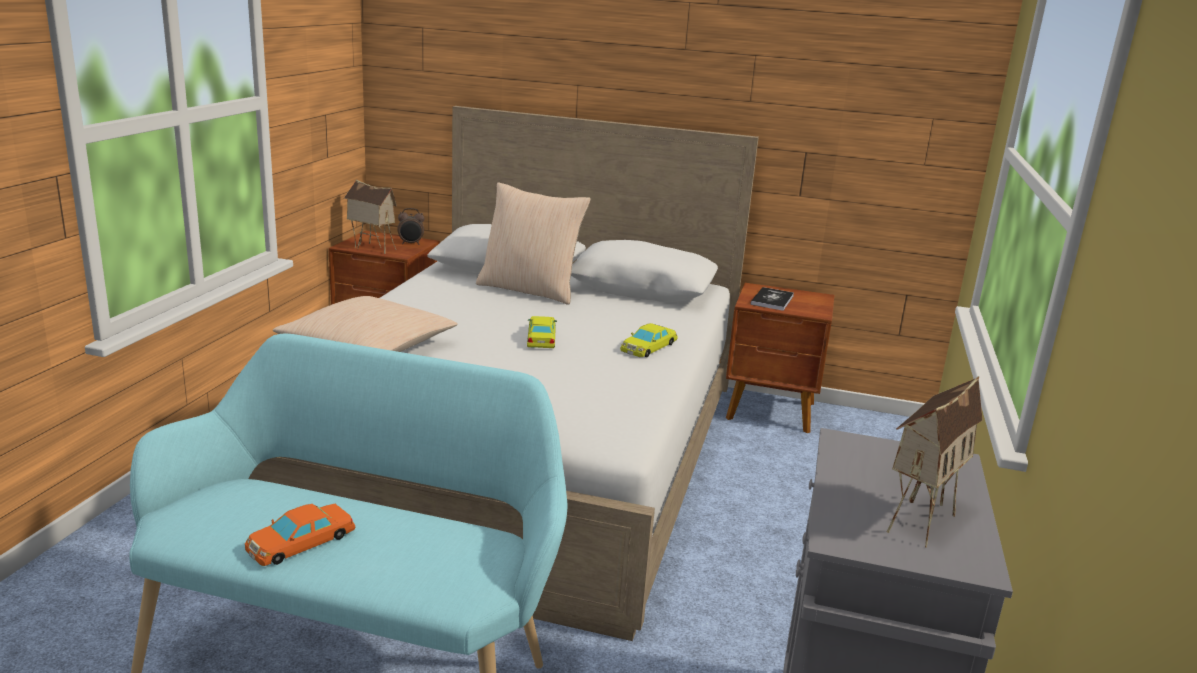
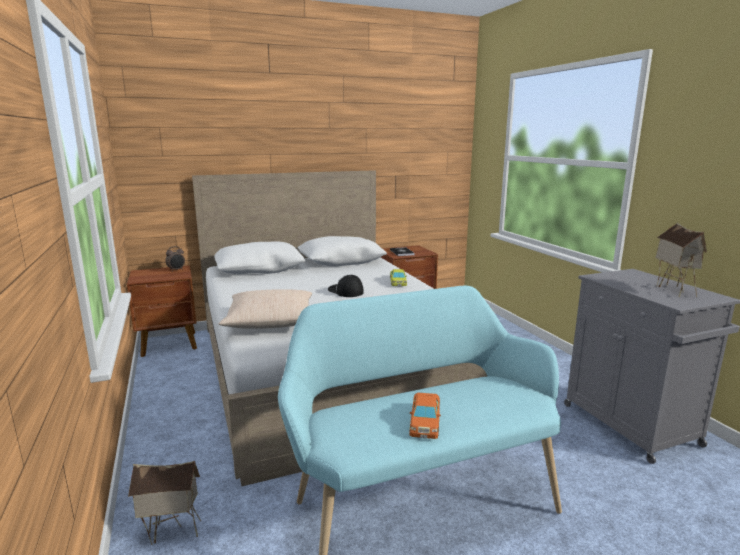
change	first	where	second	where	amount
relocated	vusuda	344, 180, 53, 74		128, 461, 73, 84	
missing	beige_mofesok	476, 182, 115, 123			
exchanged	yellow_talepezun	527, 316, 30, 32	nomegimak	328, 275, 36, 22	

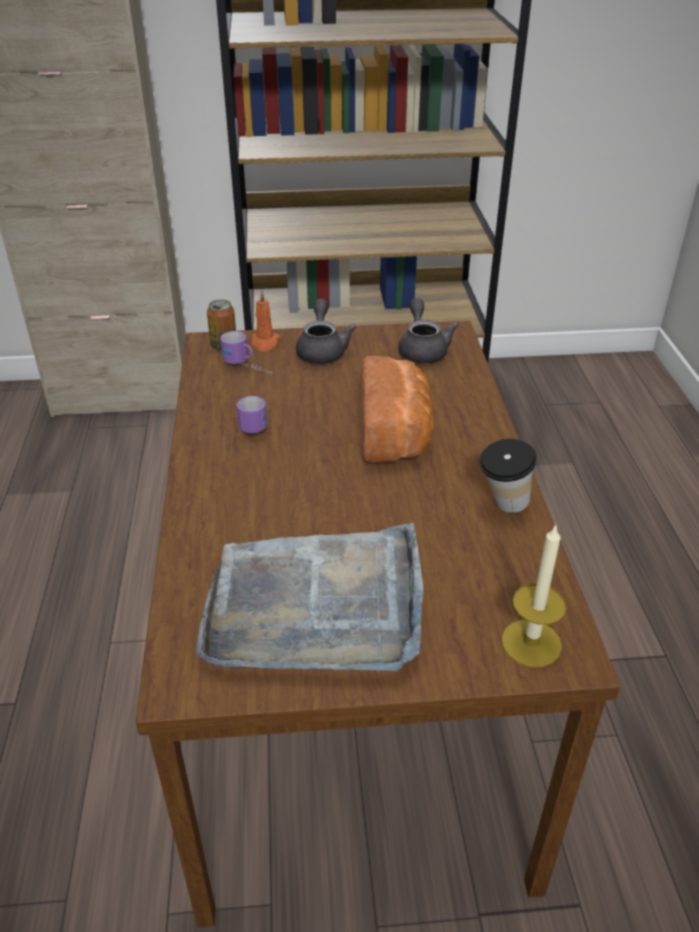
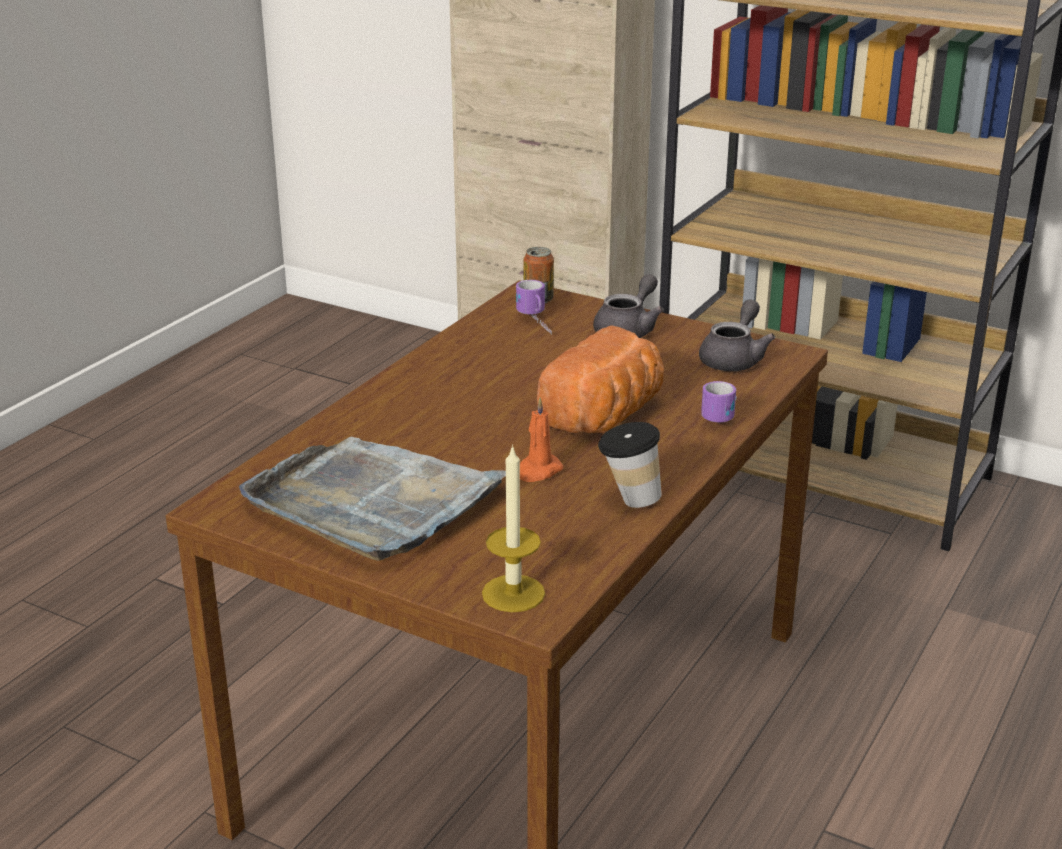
change	first	where	second	where	amount
relocated	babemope	237, 396, 30, 37		701, 381, 36, 42	
relocated	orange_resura	251, 290, 29, 62		520, 398, 43, 84	

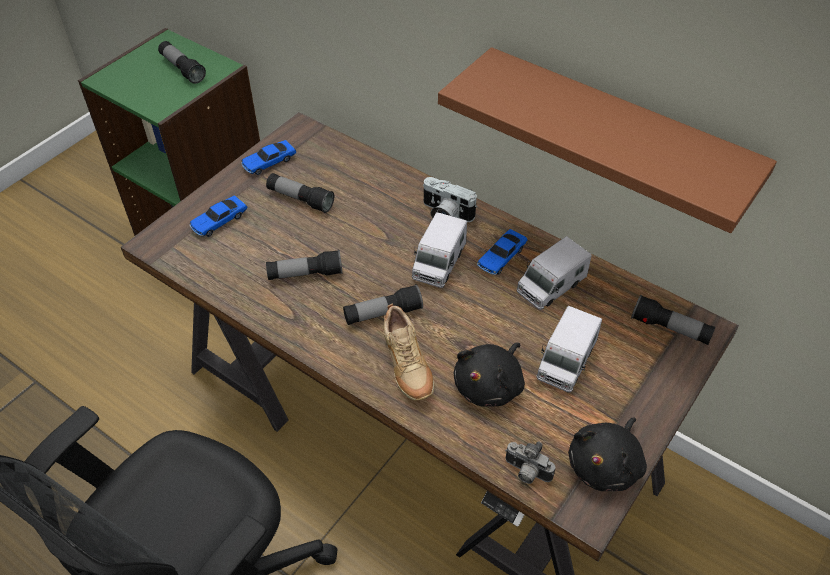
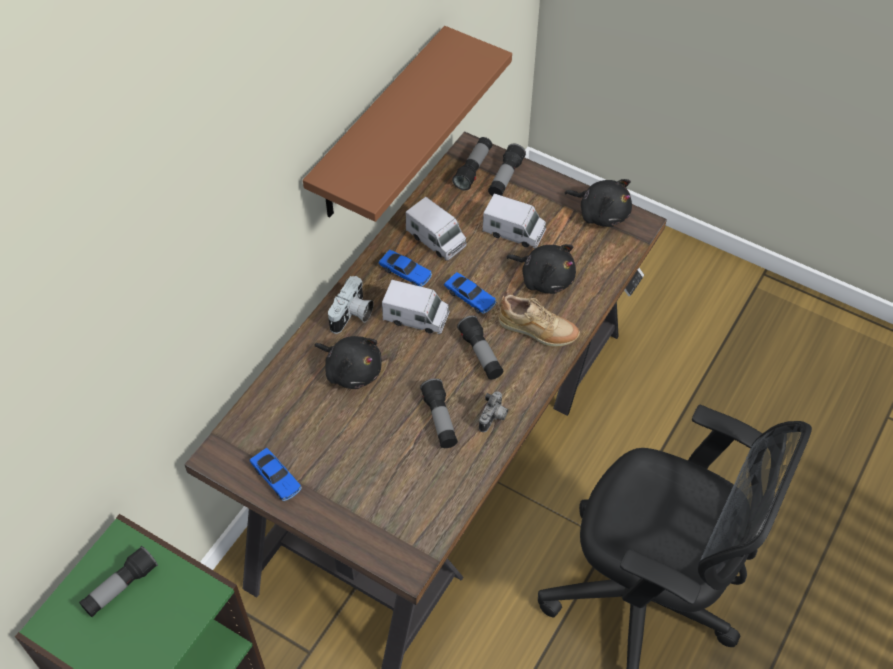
change	first	where	second	where	amount
relocated	talepezun	190, 196, 57, 41		444, 272, 52, 42	
relocated	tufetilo	266, 173, 68, 40		488, 144, 38, 52	
spun	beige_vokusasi	383, 303, 51, 98		499, 294, 81, 53	45 degrees clockwise
relocated	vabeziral	505, 441, 50, 43		479, 391, 29, 41	
appeared			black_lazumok	314, 336, 68, 53	

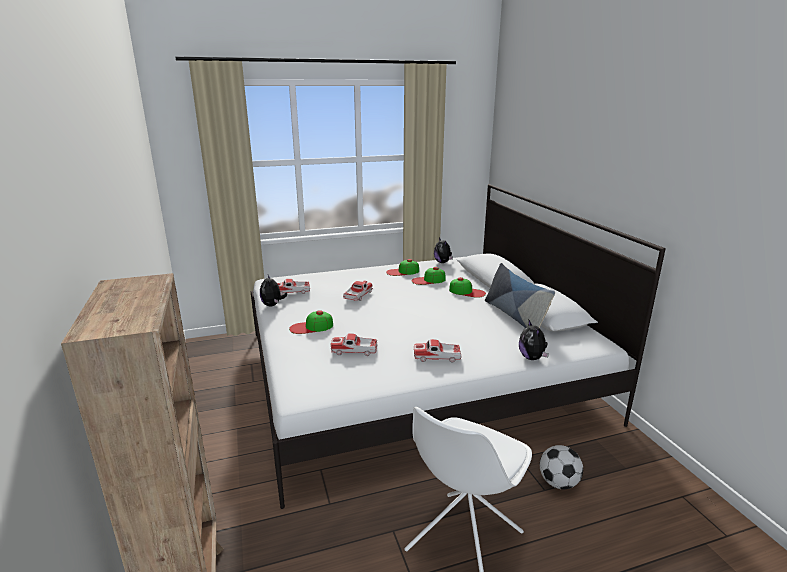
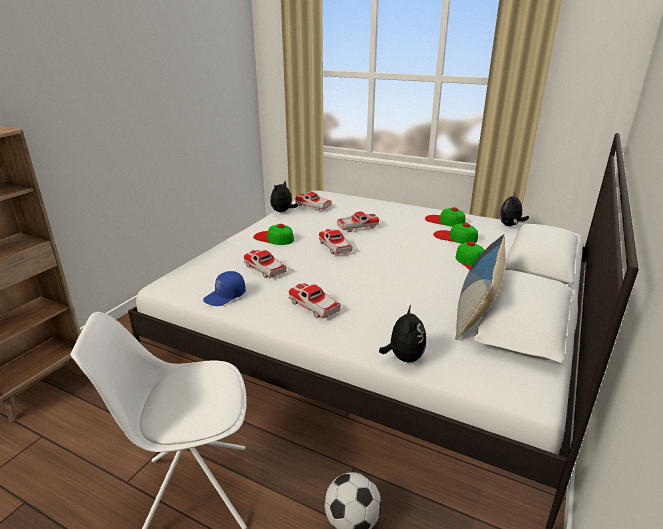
change	first	where	second	where	amount
spun	lazumok	519, 320, 30, 40		379, 305, 47, 58	150 degrees clockwise
appeared			blue_nomegimak	203, 271, 43, 35	
appeared			talepezun	318, 229, 35, 26	

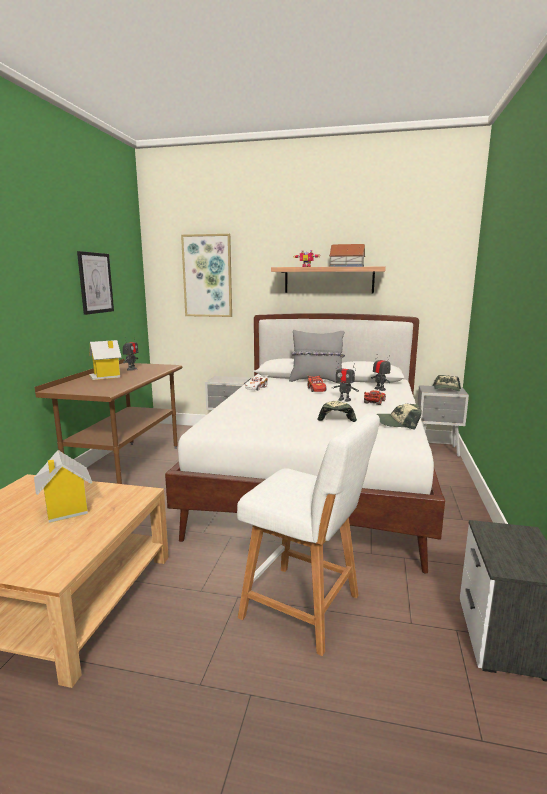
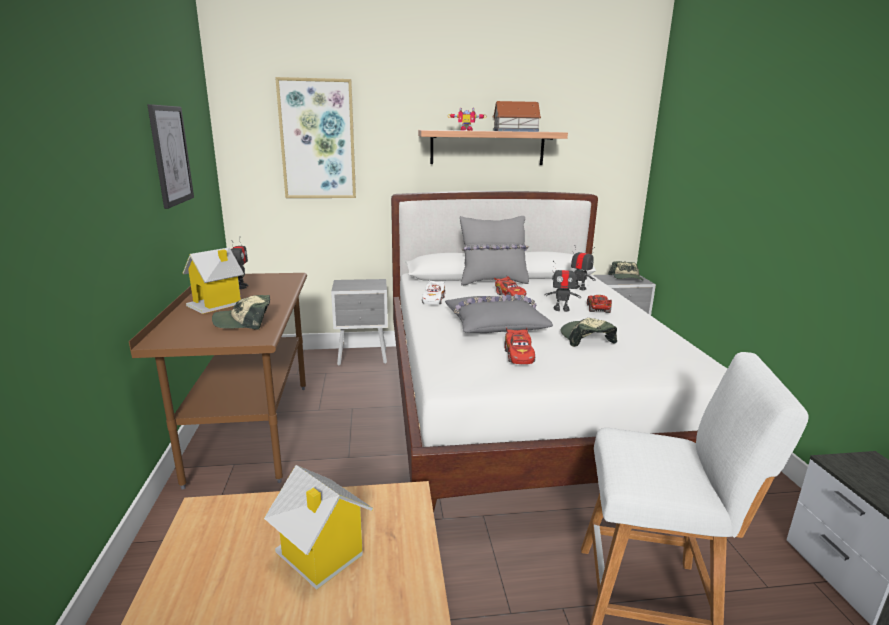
change	first	where	second	where	amount
relocated	nomegimak	377, 404, 45, 26		212, 295, 58, 35	
appeared			grey_mofesok	445, 294, 108, 39	
appeared			red_talepezun	504, 327, 31, 37	

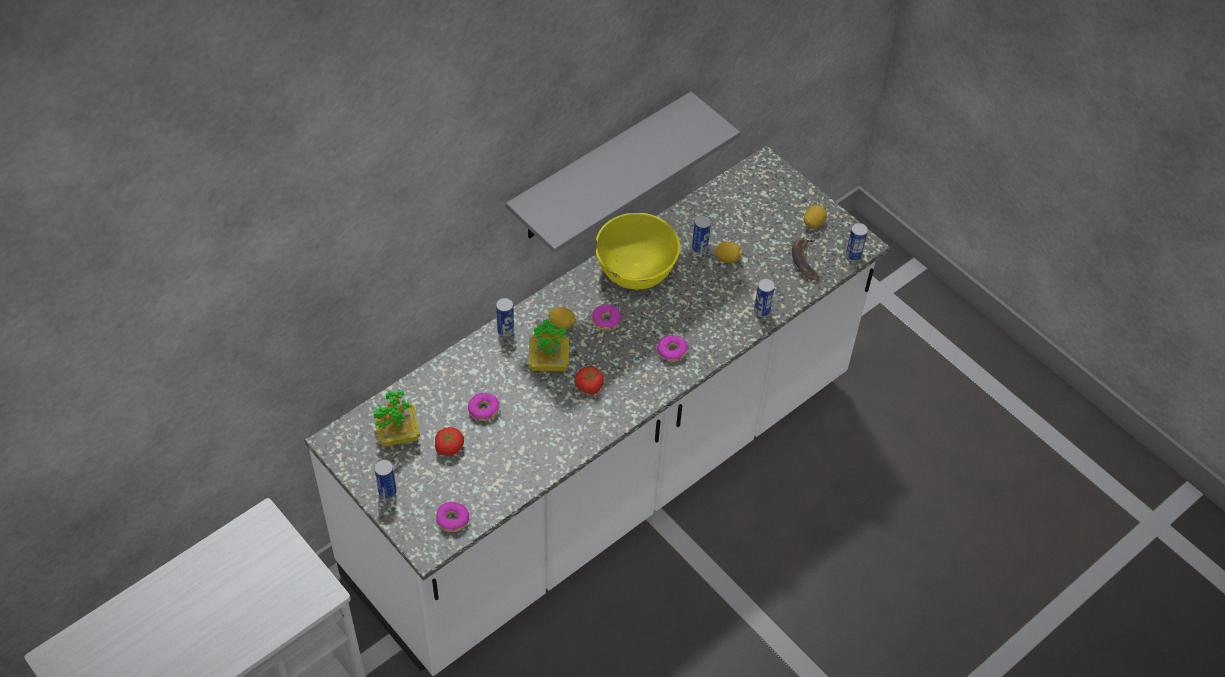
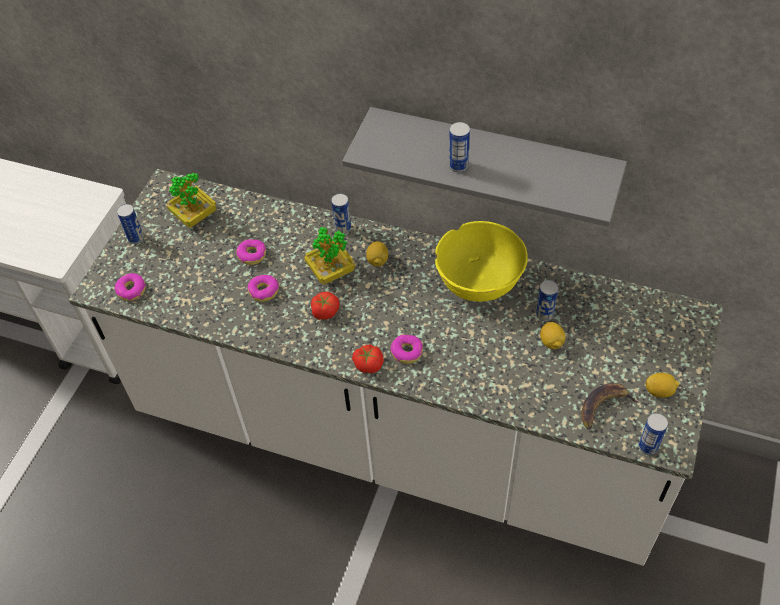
change	first	where	second	where	amount
relocated	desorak	435, 427, 29, 29		352, 344, 32, 29	
relocated	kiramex	592, 304, 29, 27		248, 275, 31, 27	
relocated	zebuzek	754, 278, 21, 40		449, 122, 21, 50	

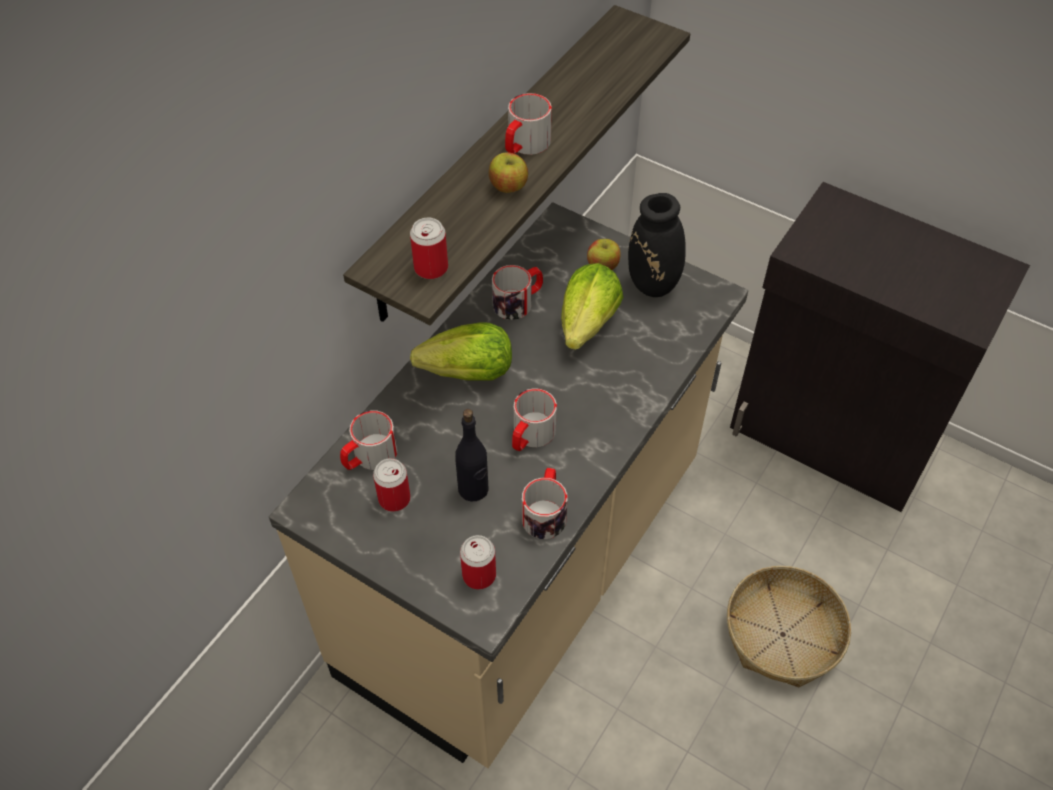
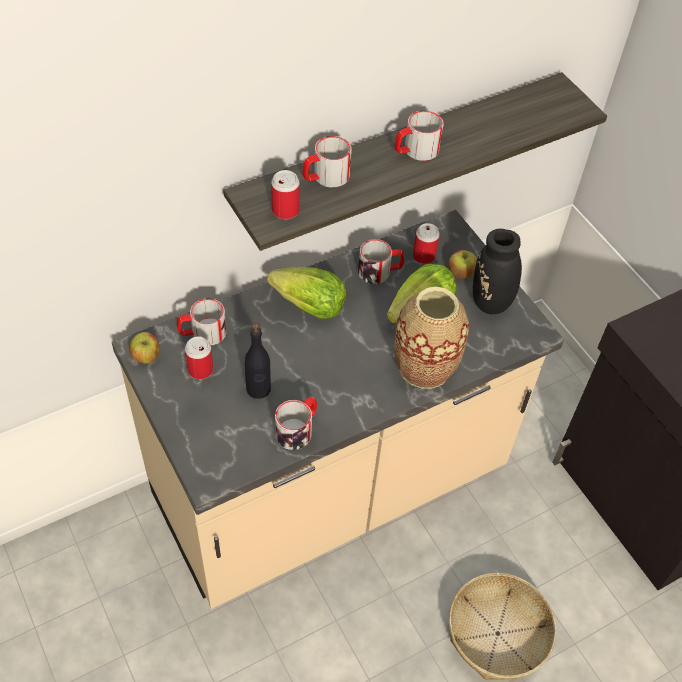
change	first	where	second	where	amount
relocated	zebuzek	460, 535, 36, 54		413, 223, 27, 41	
relocated	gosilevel	489, 152, 39, 41		129, 332, 31, 32	
relocated	babemope	512, 388, 45, 63		303, 136, 49, 51	
appeared			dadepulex	394, 286, 75, 103	

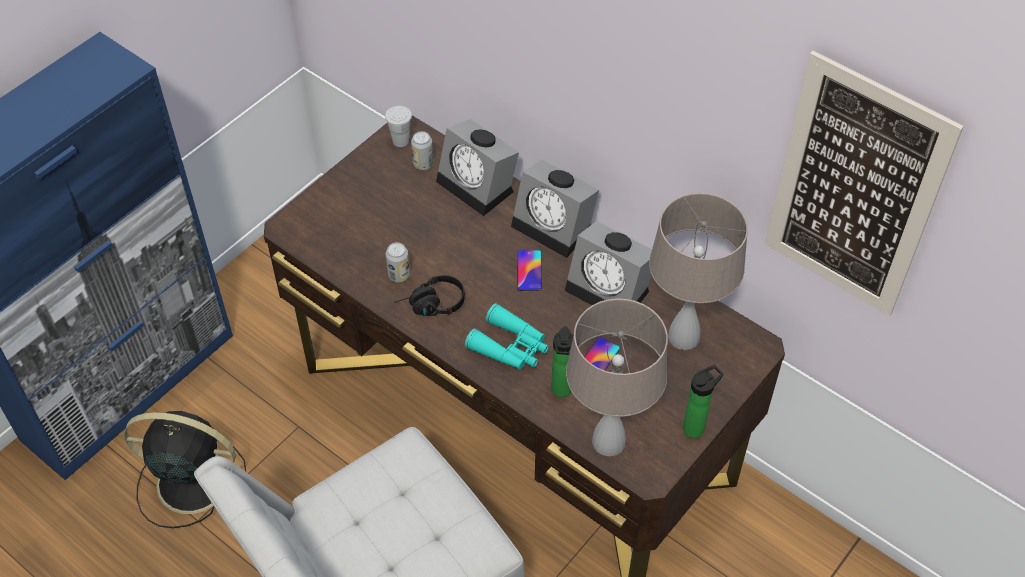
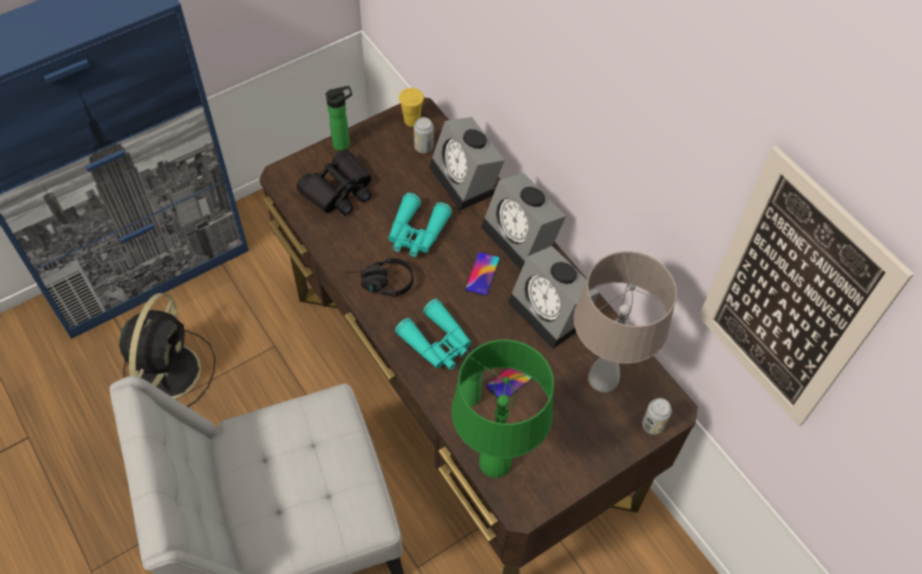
change	first	where	second	where	amount
spun	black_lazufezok	124, 411, 122, 117		119, 293, 96, 114	75 degrees clockwise
colour	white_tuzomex	385, 106, 27, 41	yellow_tuzomex	399, 88, 25, 39	
relocated	zebuzek	386, 242, 24, 40		642, 398, 30, 37	
colour	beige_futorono	566, 298, 102, 158	green_futorono	452, 340, 102, 138	
relocated	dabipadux	683, 365, 40, 73		325, 86, 27, 65	
appeared			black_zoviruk	297, 149, 74, 66	
appeared			turquoise_zoviruk	388, 193, 64, 64	

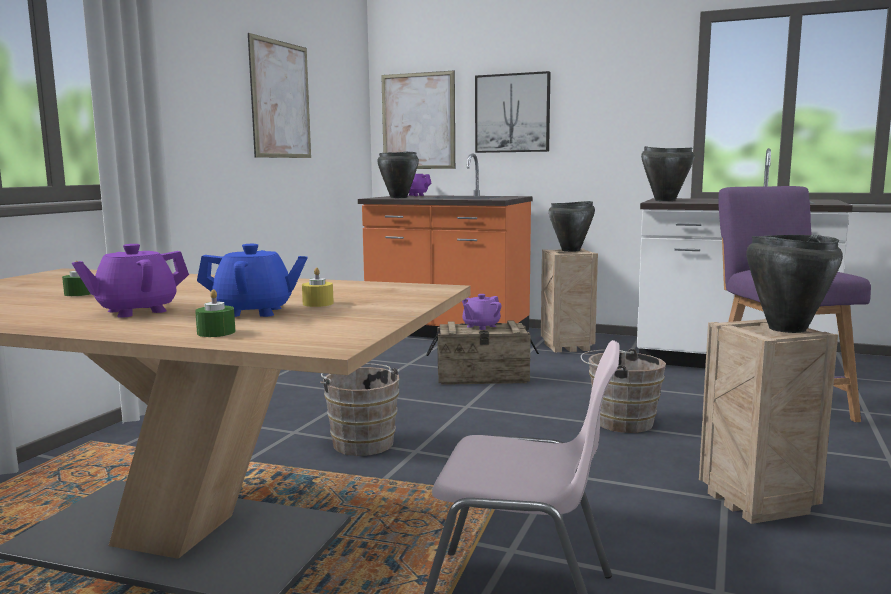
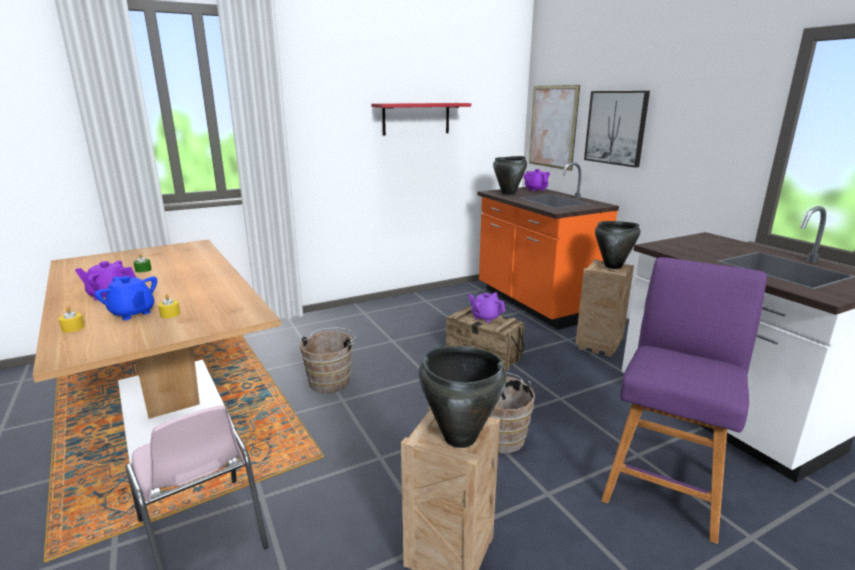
change	first	where	second	where	amount
colour	green_resura	195, 289, 40, 48	yellow_resura	59, 307, 26, 26	
exchanged	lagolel	248, 33, 63, 125	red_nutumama	371, 103, 100, 33	
spun	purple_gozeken	462, 294, 40, 36		468, 292, 37, 31	45 degrees clockwise
missing	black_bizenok	641, 146, 53, 55			

